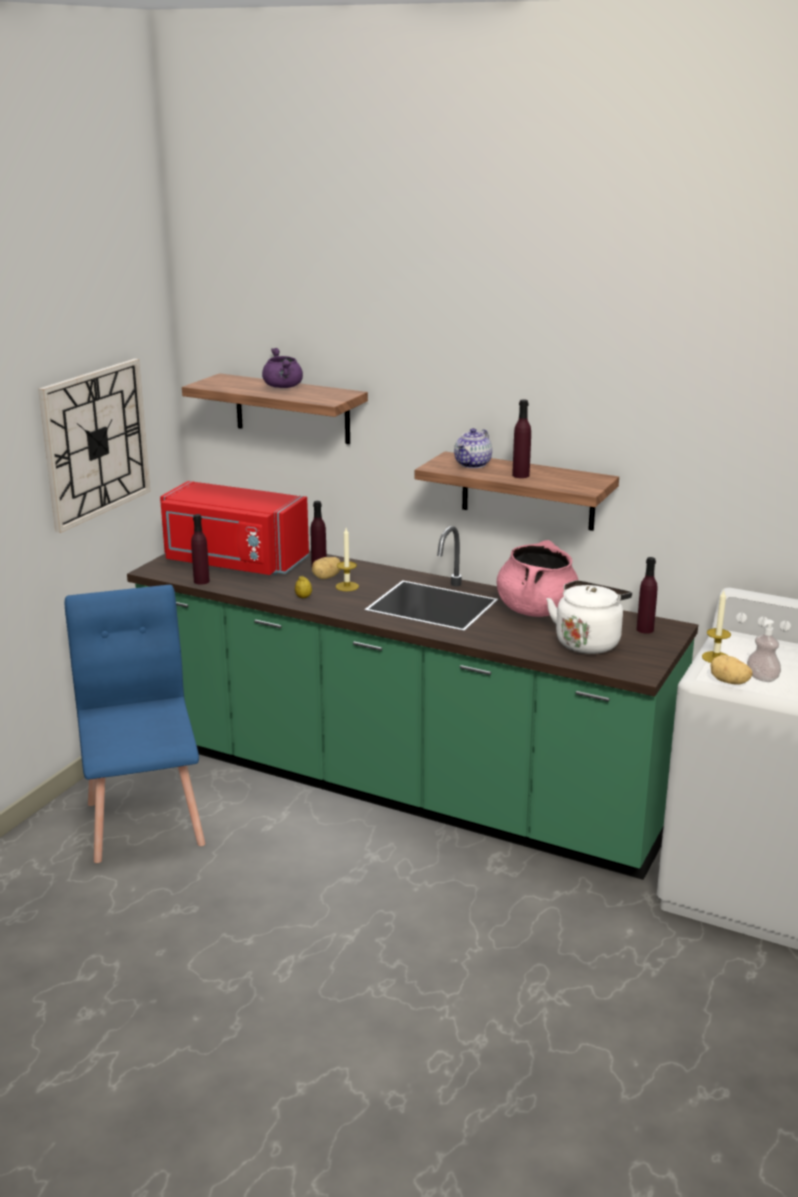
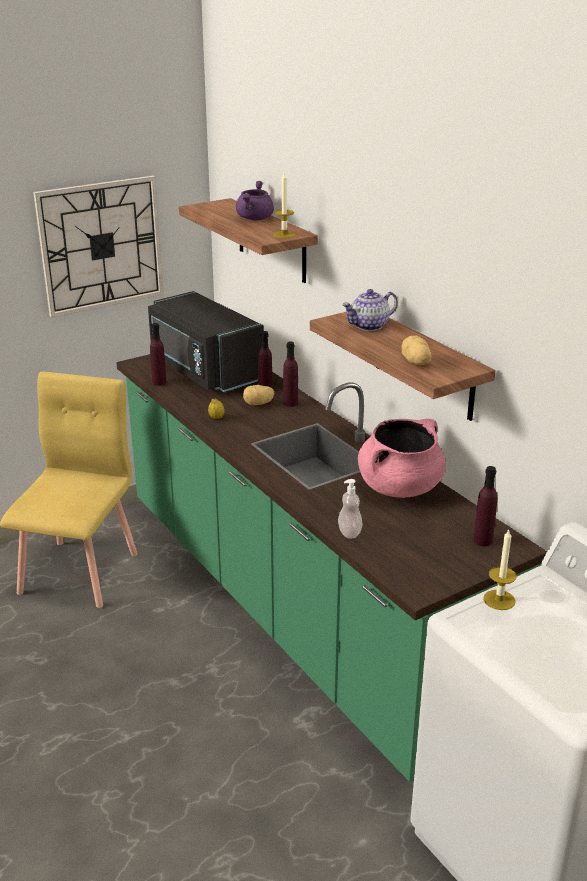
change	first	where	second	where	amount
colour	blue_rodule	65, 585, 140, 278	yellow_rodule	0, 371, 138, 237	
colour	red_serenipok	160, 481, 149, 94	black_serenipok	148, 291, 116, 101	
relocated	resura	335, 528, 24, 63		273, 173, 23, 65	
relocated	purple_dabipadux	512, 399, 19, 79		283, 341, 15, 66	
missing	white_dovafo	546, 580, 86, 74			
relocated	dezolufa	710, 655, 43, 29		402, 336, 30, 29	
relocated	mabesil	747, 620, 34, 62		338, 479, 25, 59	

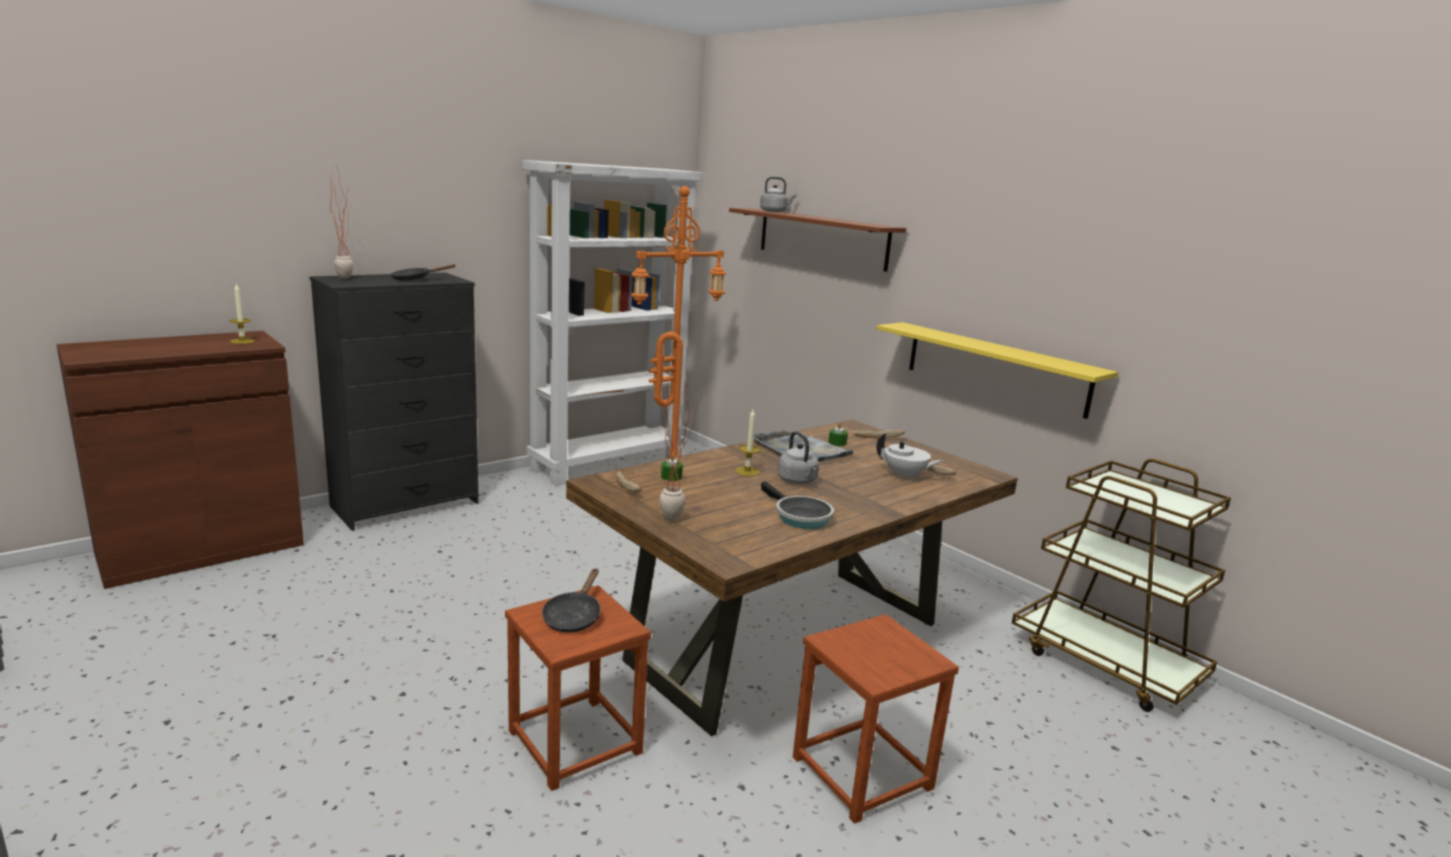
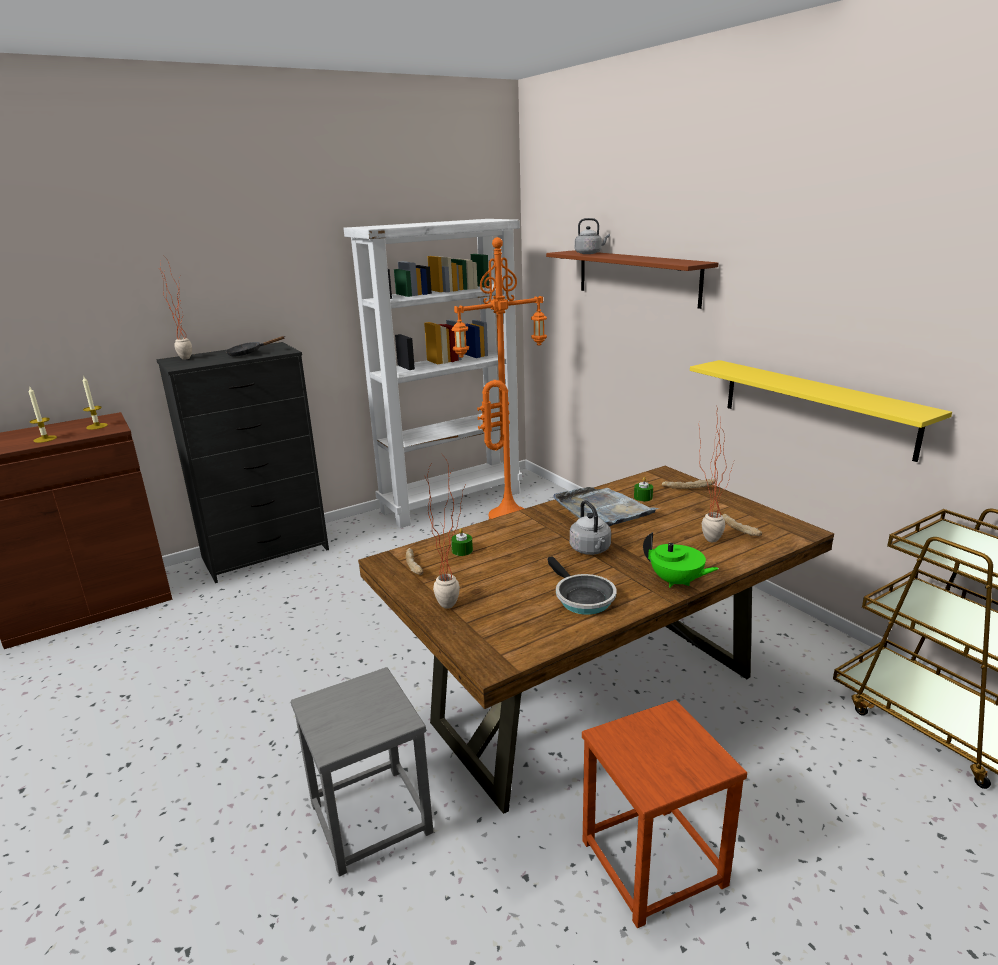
change	first	where	second	where	amount
colour	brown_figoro	505, 585, 146, 206	grey_figoro	291, 667, 142, 210	
missing	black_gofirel	542, 568, 59, 64			
relocated	resura	735, 409, 25, 67		29, 387, 28, 56	
exchanged	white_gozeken	876, 433, 68, 46	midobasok	699, 417, 35, 125	
appeared			green_gozeken	643, 532, 76, 56	

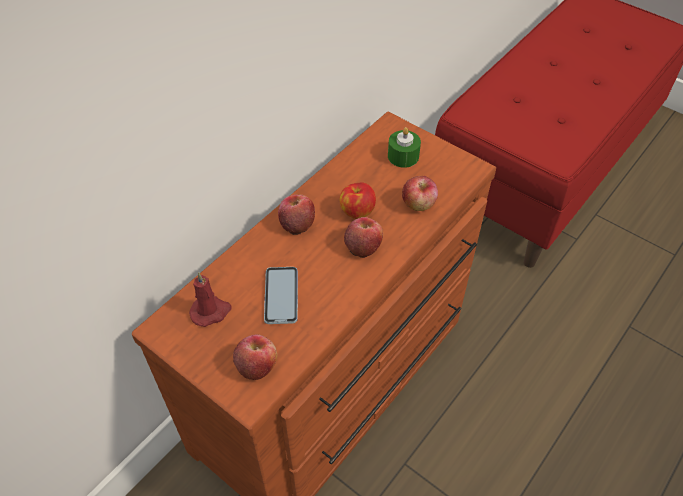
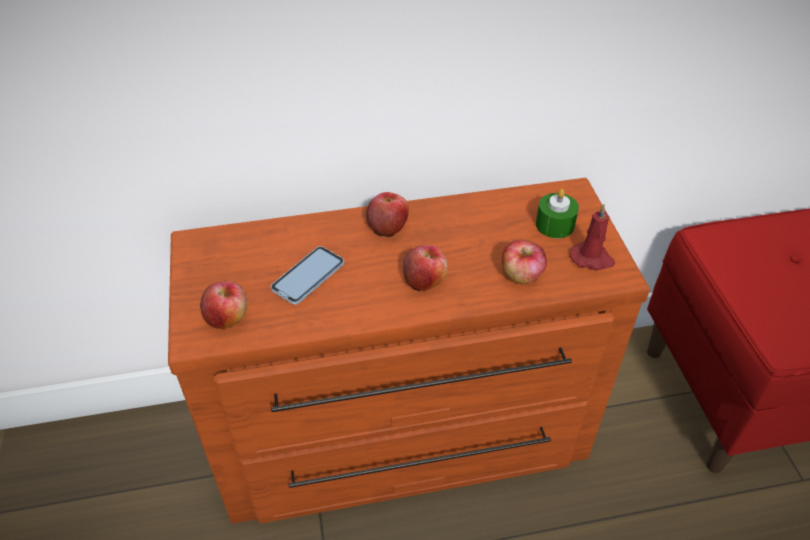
change	first	where	second	where	amount
relocated	red_resura	189, 272, 43, 55		570, 203, 45, 67	
missing	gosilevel	340, 183, 36, 36			

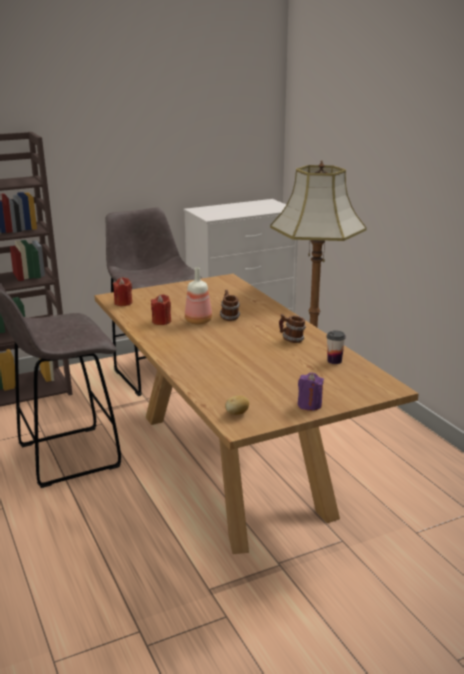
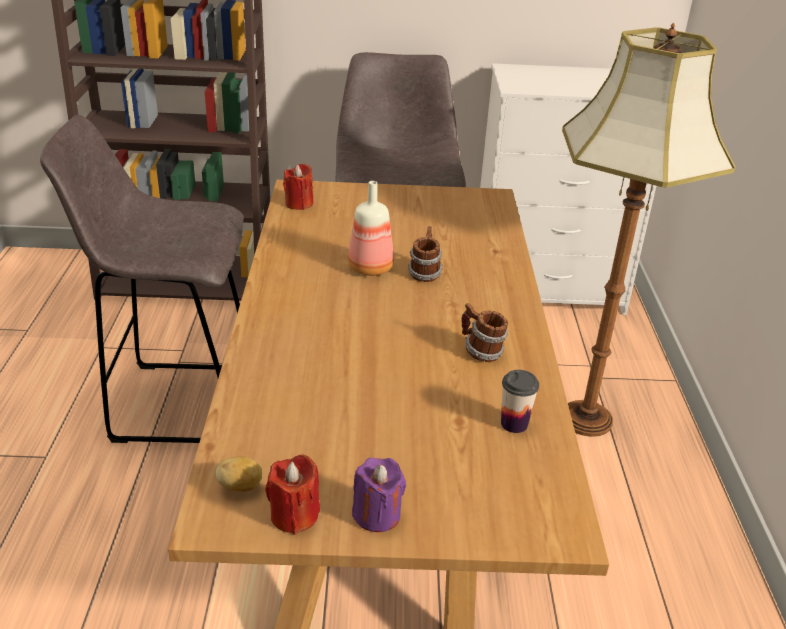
change	first	where	second	where	amount
relocated	red_resura	151, 294, 20, 31		265, 455, 55, 80	

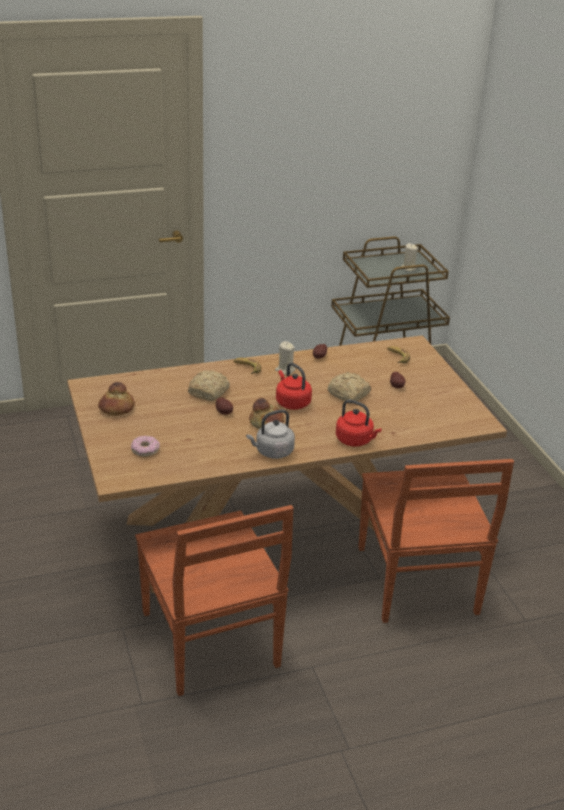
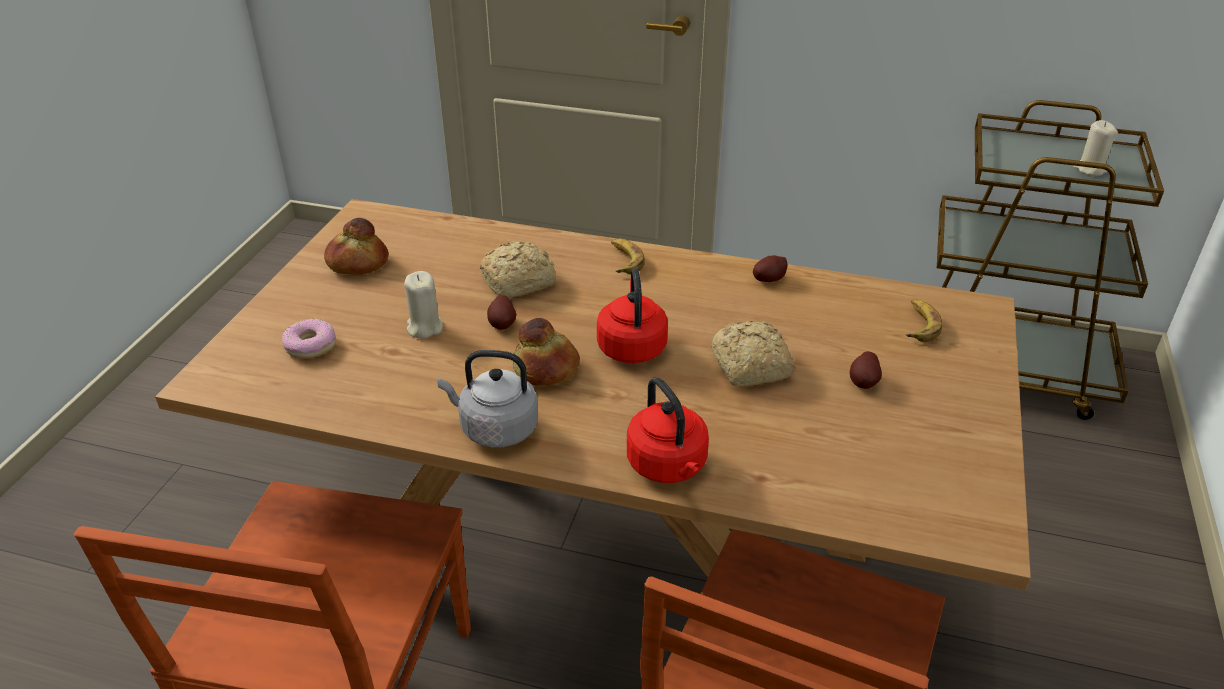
change	first	where	second	where	amount
relocated	beige_resura	275, 341, 20, 33		404, 271, 39, 67	

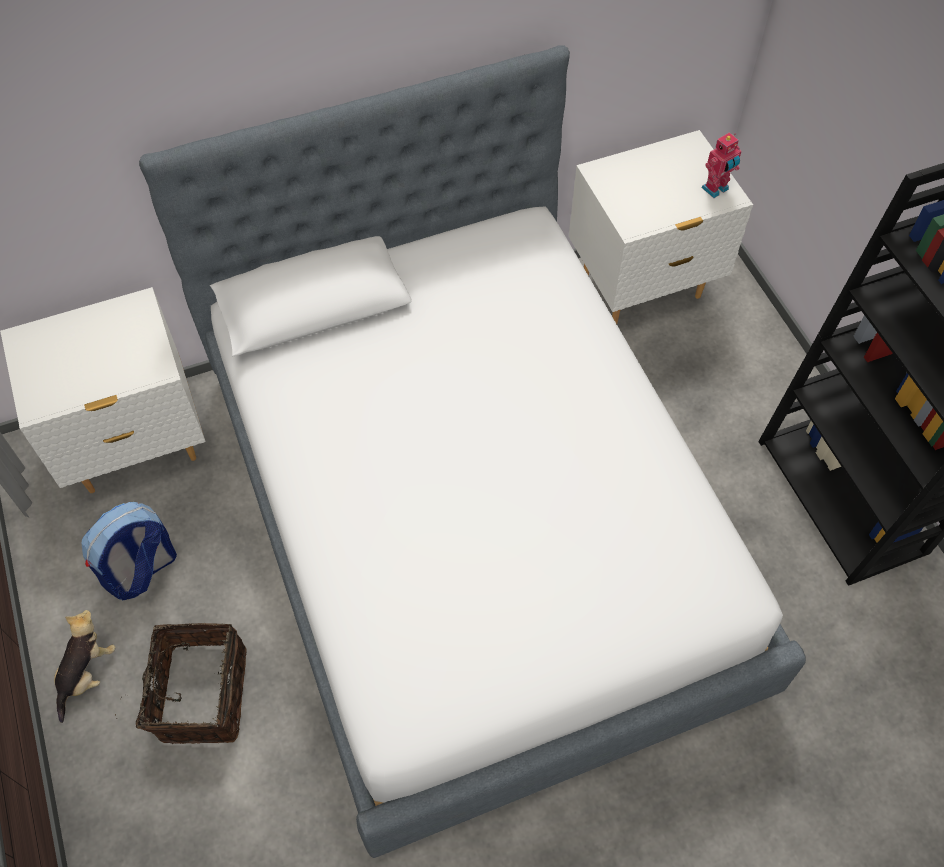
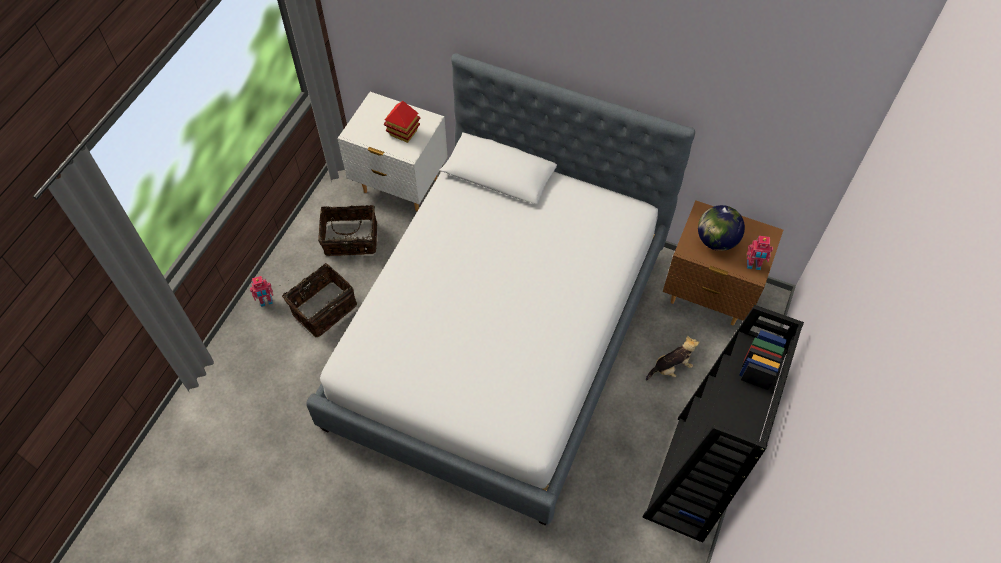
change	first	where	second	where	amount
relocated	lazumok	54, 610, 62, 113		646, 336, 54, 45	
exchanged	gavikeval	82, 502, 95, 99	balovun	318, 205, 60, 51	
colour	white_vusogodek	569, 130, 184, 194	brown_vusogodek	663, 200, 120, 125	
appeared			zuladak	250, 276, 23, 31	
appeared			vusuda	384, 101, 36, 42	
appeared			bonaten	698, 205, 47, 46	

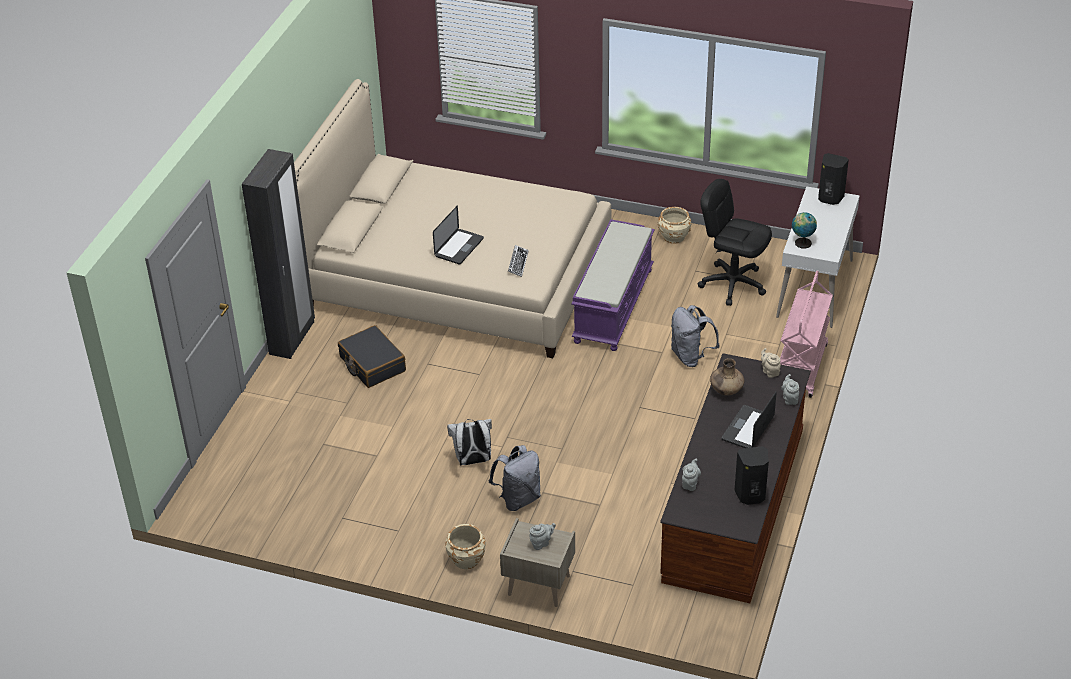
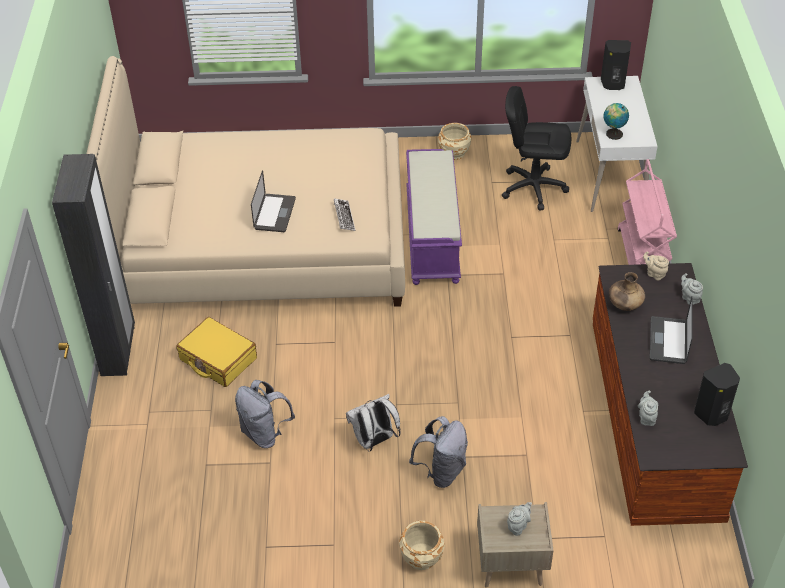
change	first	where	second	where	amount
colour	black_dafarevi	338, 325, 68, 63	yellow_dafarevi	176, 317, 81, 70	
relocated	grey_gavikeval	671, 305, 49, 62		235, 380, 60, 68	

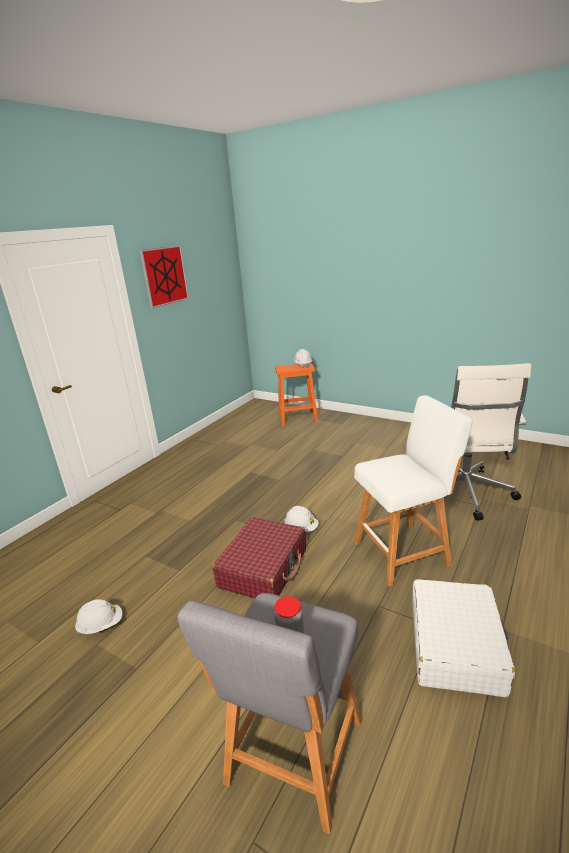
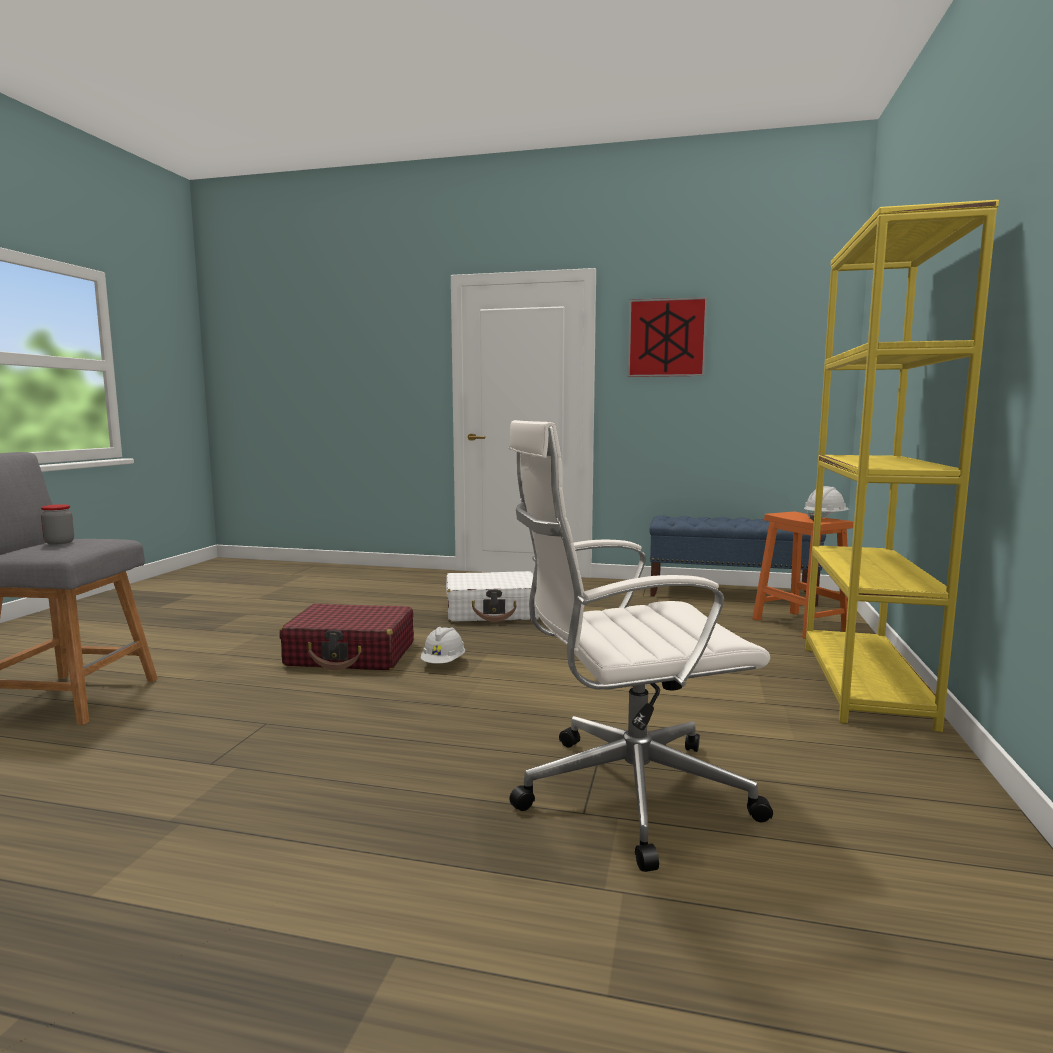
change	first	where	second	where	amount
missing	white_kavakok	75, 599, 47, 36			
missing	white_figoro	354, 395, 118, 192			
relocated	white_dafarevi	413, 579, 102, 118		446, 571, 94, 51	
appeared			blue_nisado	649, 515, 177, 91	
appeared			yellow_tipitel	805, 200, 194, 532	

